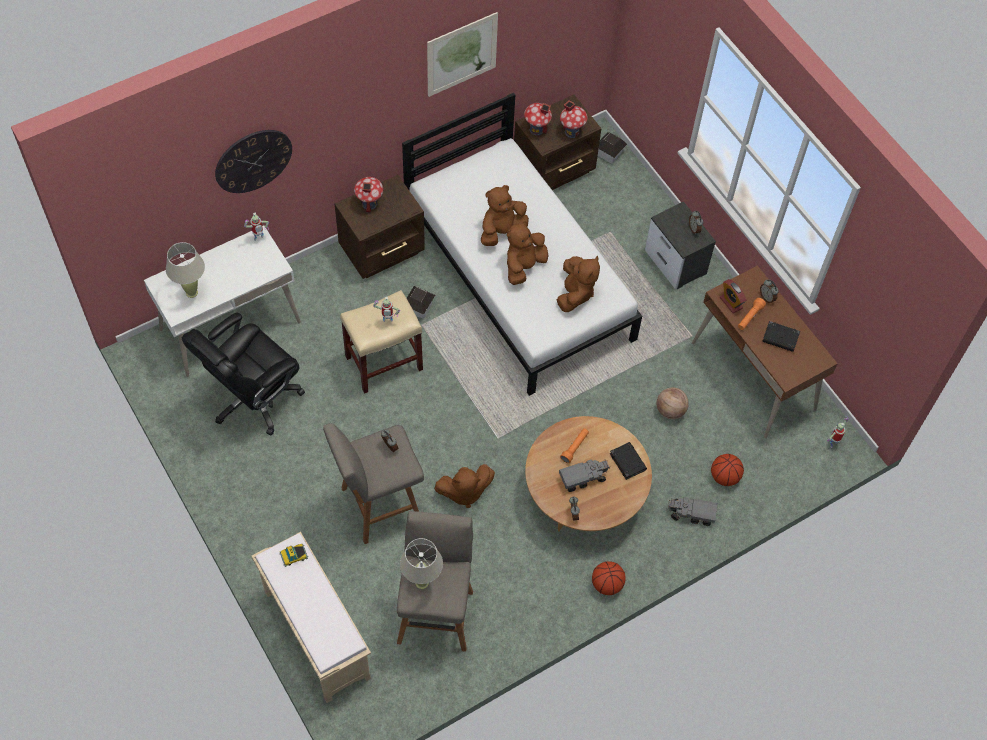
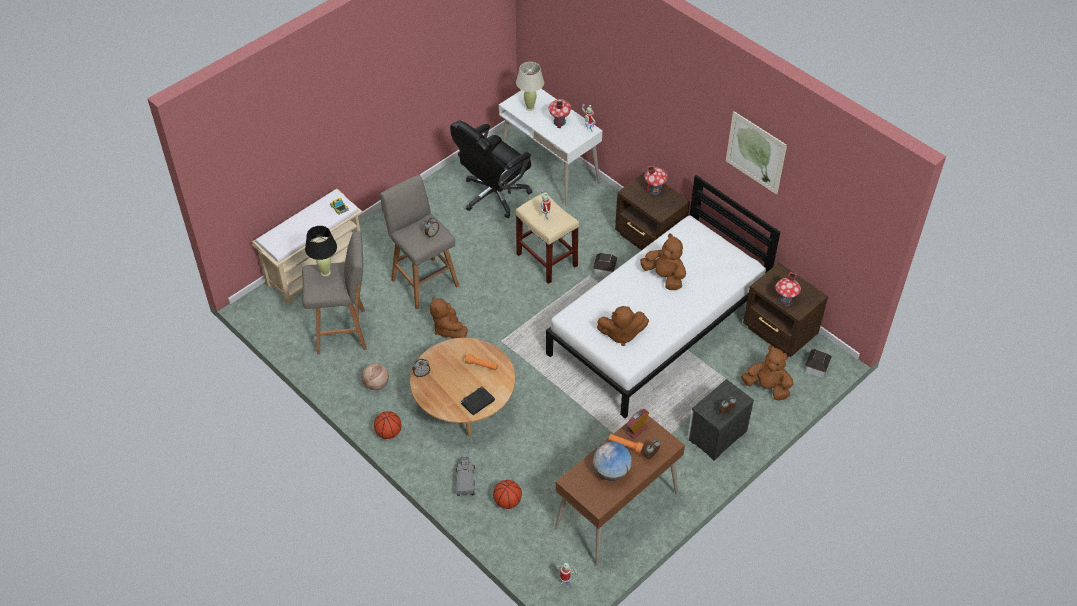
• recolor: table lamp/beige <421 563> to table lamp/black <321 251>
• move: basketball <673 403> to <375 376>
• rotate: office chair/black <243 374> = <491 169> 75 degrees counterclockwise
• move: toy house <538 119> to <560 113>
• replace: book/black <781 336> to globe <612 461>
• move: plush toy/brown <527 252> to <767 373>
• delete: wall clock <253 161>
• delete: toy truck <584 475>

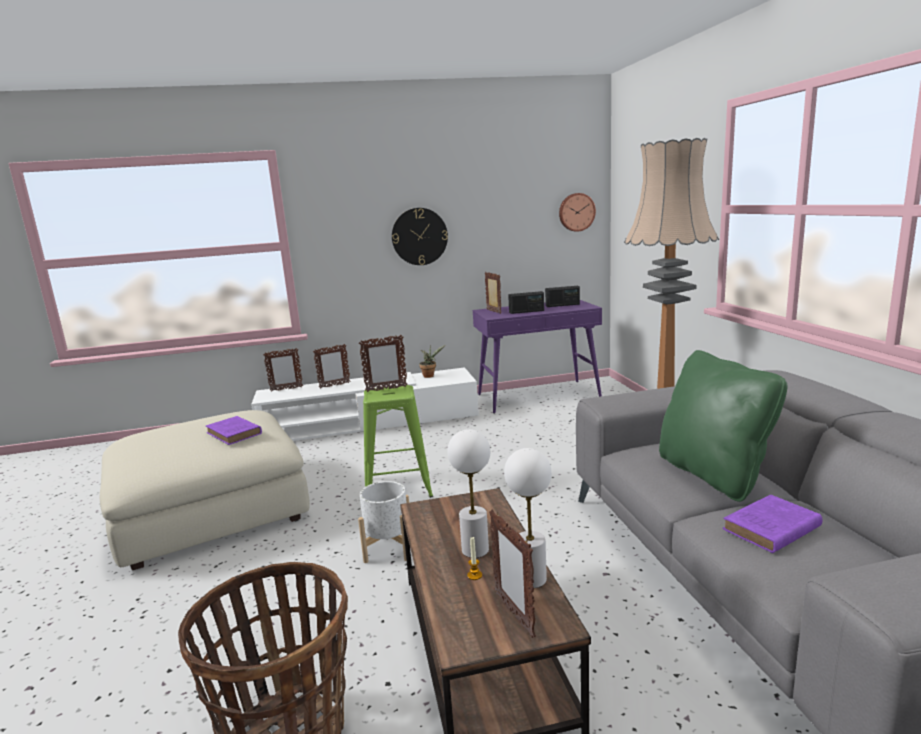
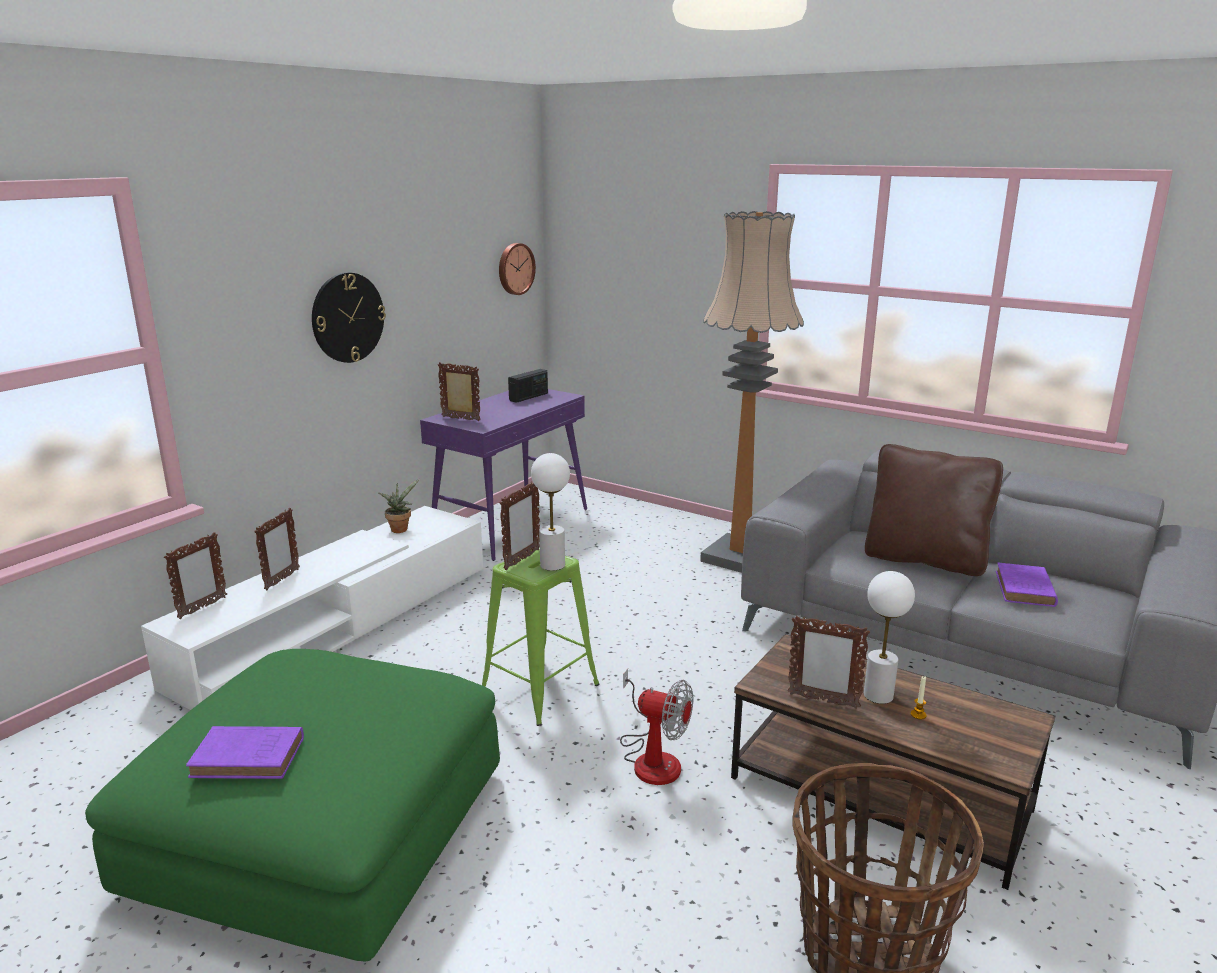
• recolor: ottoman/beige <204 490> to ottoman/green <292 805>
• move: book/purple <234 430> to <245 752>
• move: table lamp/white <528 518> to <550 512>
• replace: planter/white <383 522> to fan <656 727>
• move: picture frame <512 573> to <829 662>
• recolor: pillow/green <723 426> to pillow/brown <934 510>
• delete: radio <526 302>

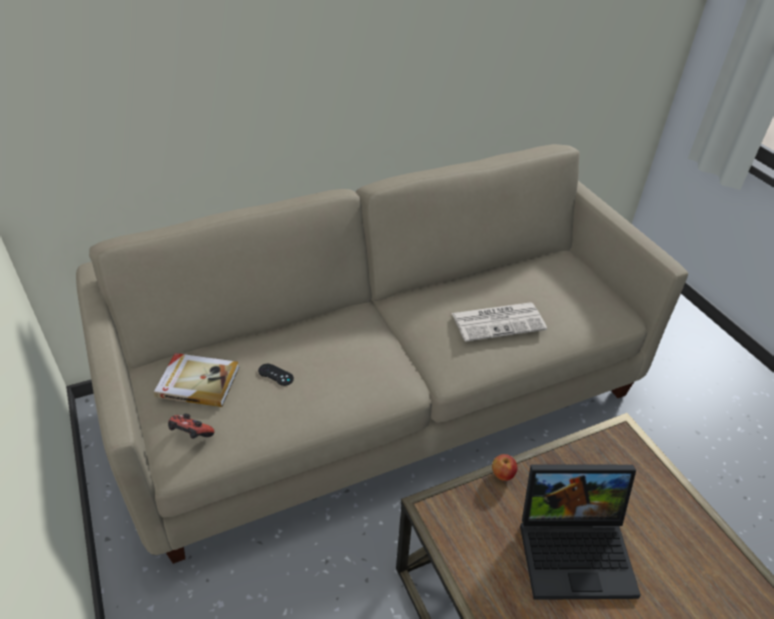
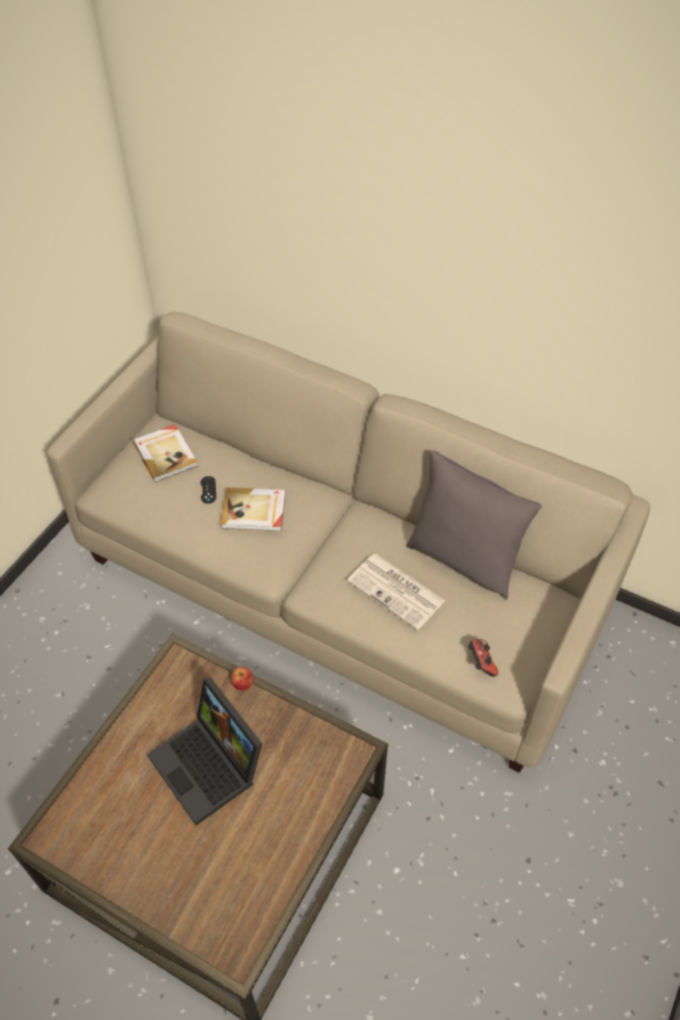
• insert: book <253 509>
• insert: pillow/grey <474 525>
• move: game controller <191 426> to <483 658>

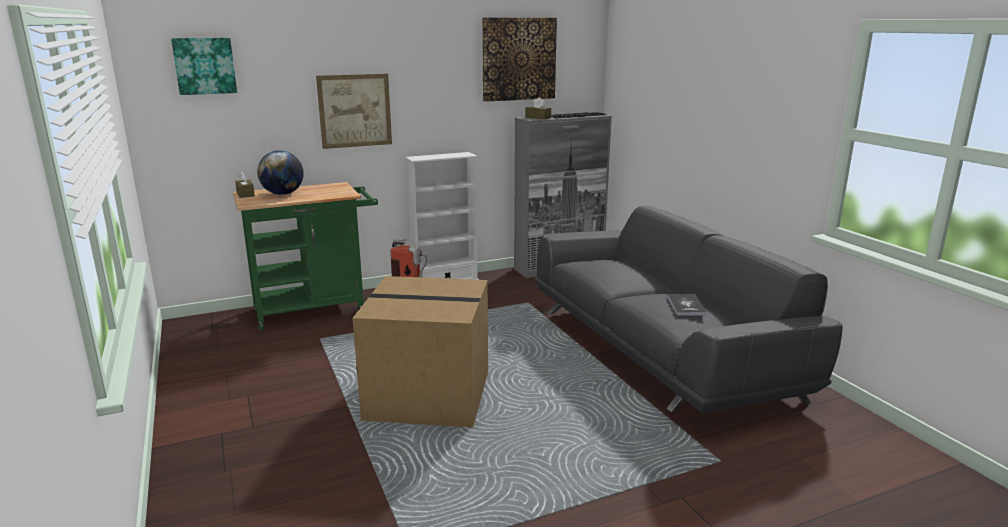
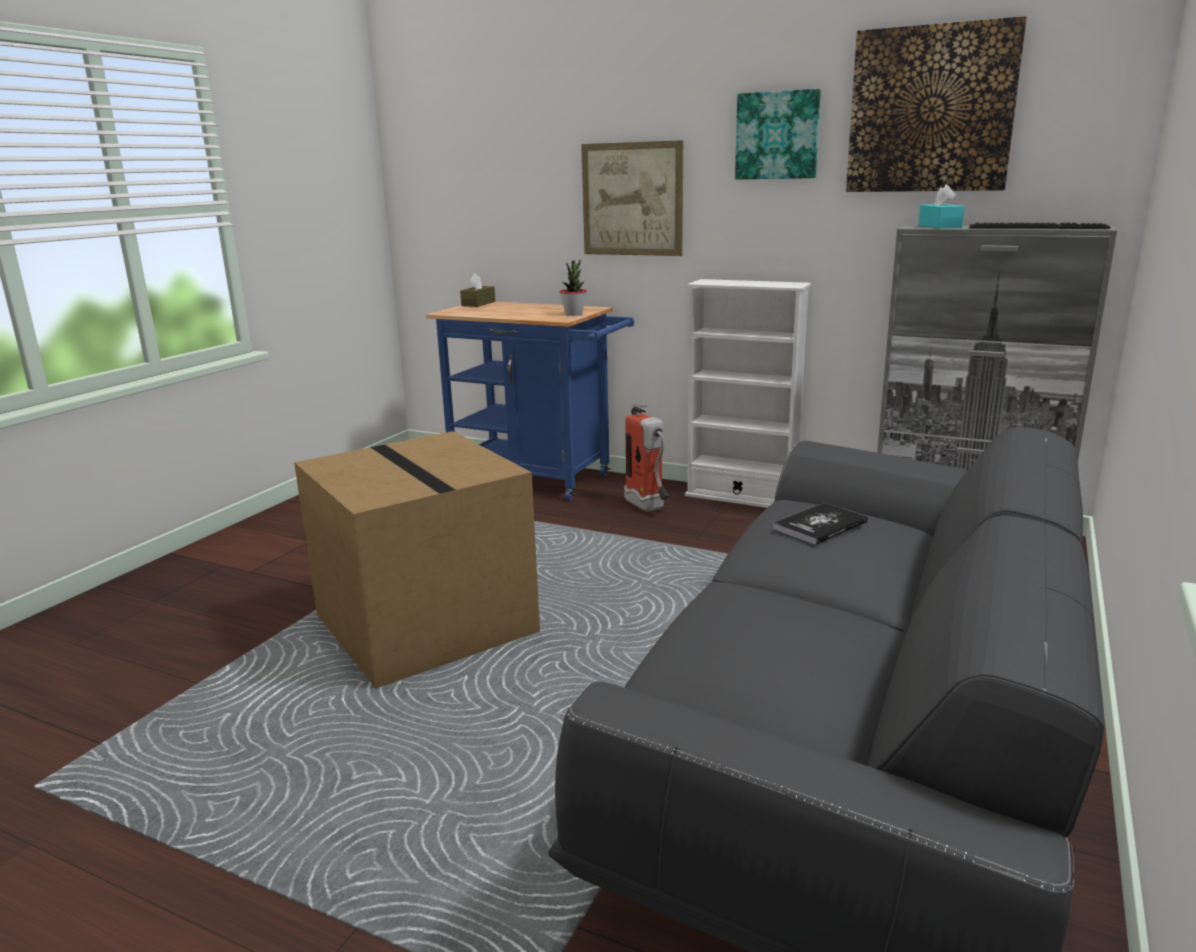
• recolor: cart/green <305 256> to cart/blue <530 401>
• insert: potted plant <573 287>
• move: picture <204 66> to <778 134>
• move: book <687 305> to <820 524>
• recolor: tissue box/brown <538 108> to tissue box/turquoise <941 206>
• delete: globe <280 172>

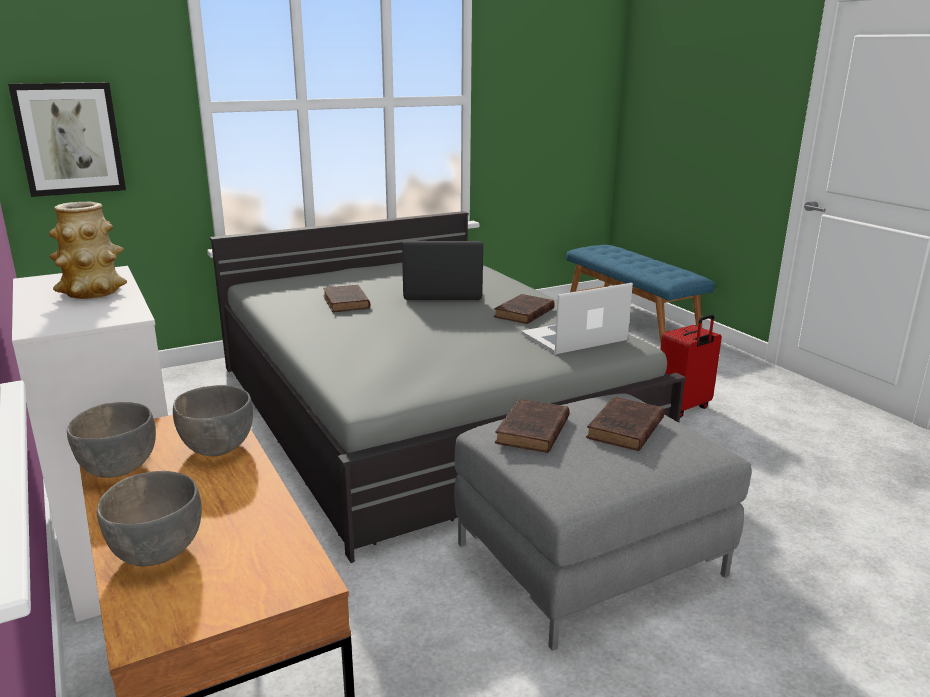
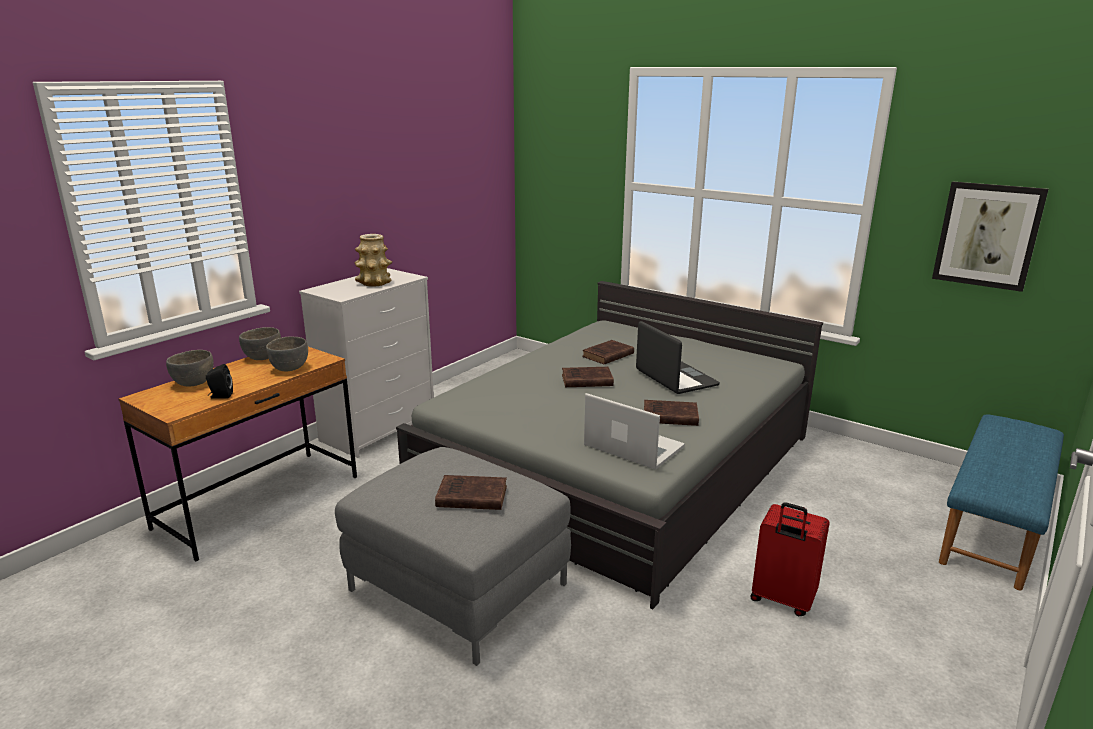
• insert: speaker/black <219 381>
• move: book/brown <532 426> to <588 377>
• move: picture <67 139> to <990 237>

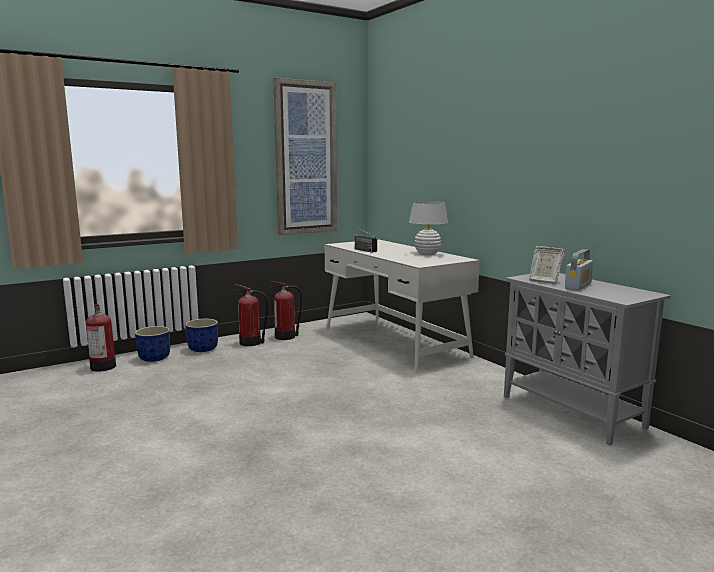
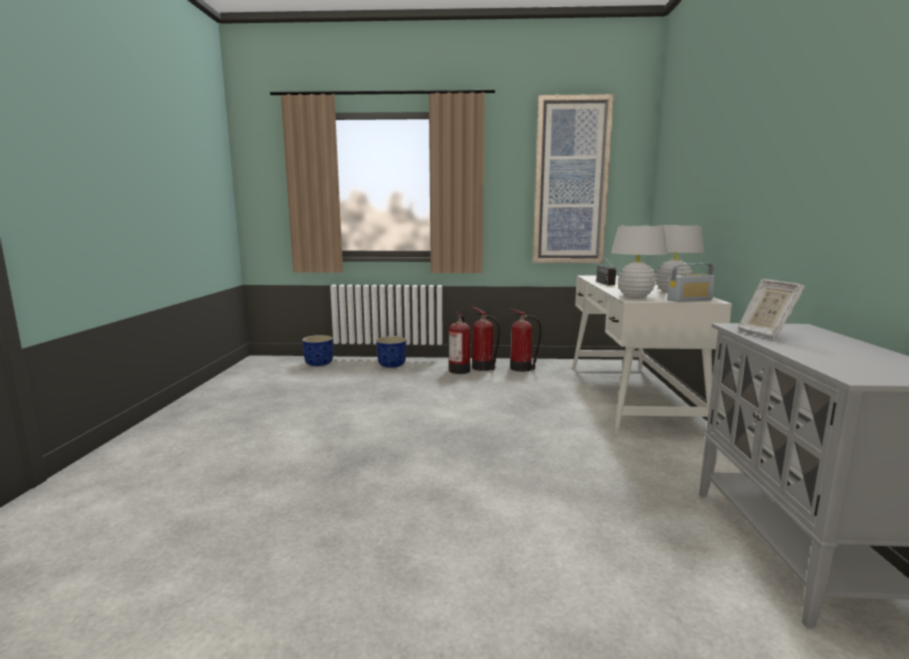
• move: planter/blue <201 335> to <317 350>
• move: fire extinguisher <101 338> to <459 343>
• insert: table lamp/white <639 262>
• move: radio <579 270> to <691 282>

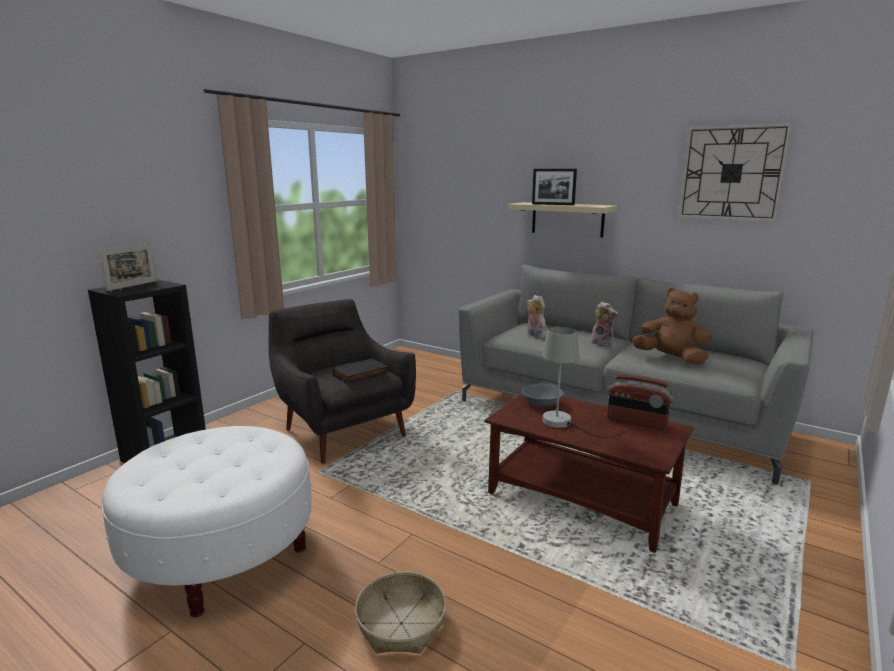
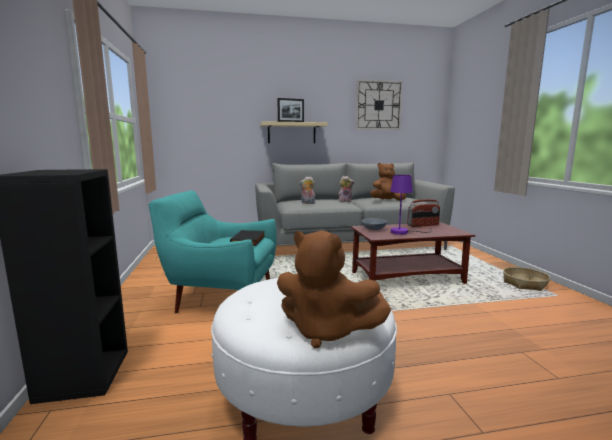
• recolor: armchair/grey <342 381> to armchair/turquoise <213 251>
• insert: plush toy/brown <334 289>
• recolor: table lamp/grey <583 382> to table lamp/purple <411 205>
• move: basket <400 613> to <526 279>
• delete: picture frame <128 267>

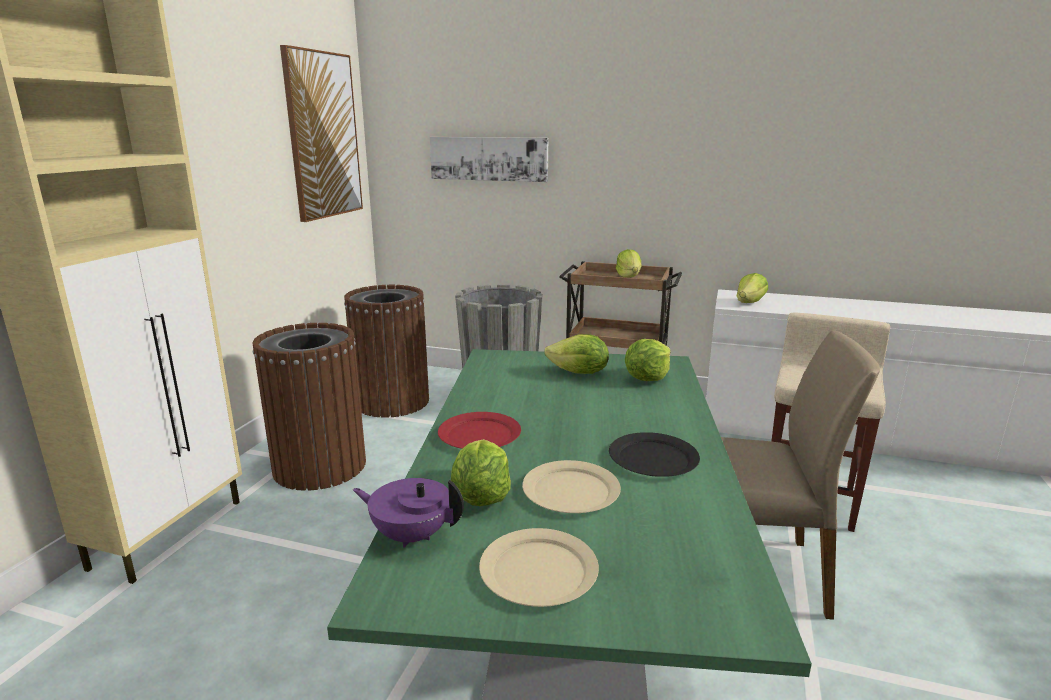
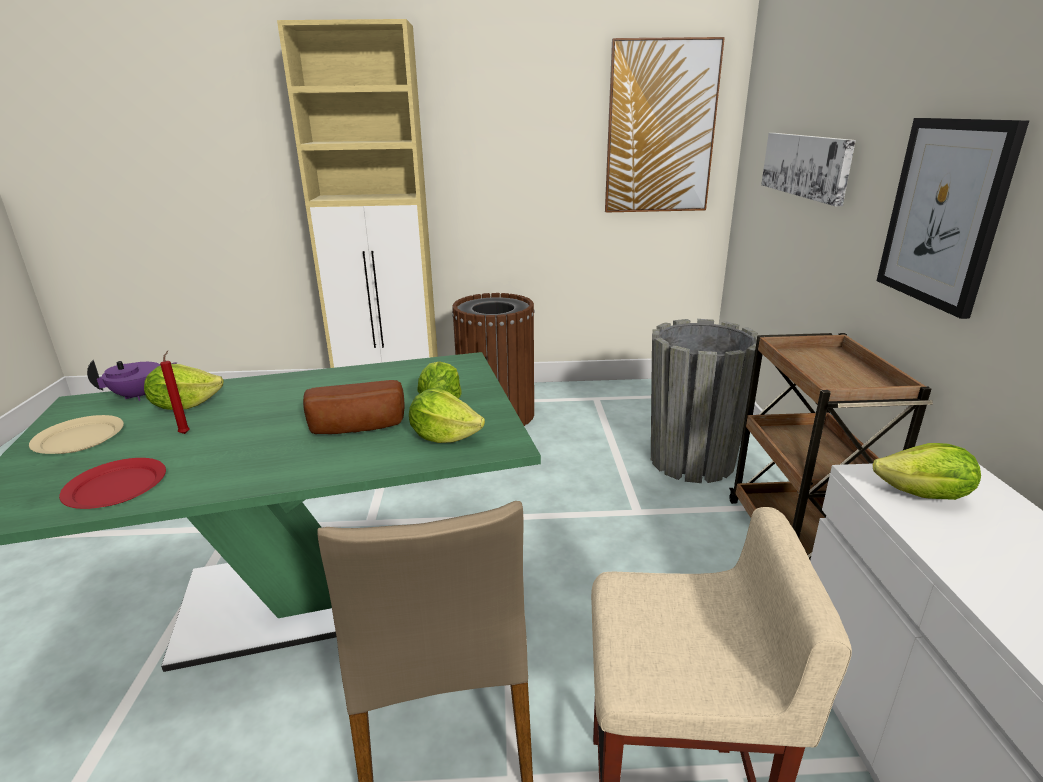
• move: plate/red <479 430> to <112 483>
• rotate: teapot/purple <408 513> = <132 380> 60 degrees clockwise
• replace: plate/beige <571 486> to candle/red <175 392>
• insert: bread <354 407>
• insert: picture <953 218>
• delete: trash can/brown <386 351>
• delete: plate/black <654 454>
• delete: lettuce <629 263>

